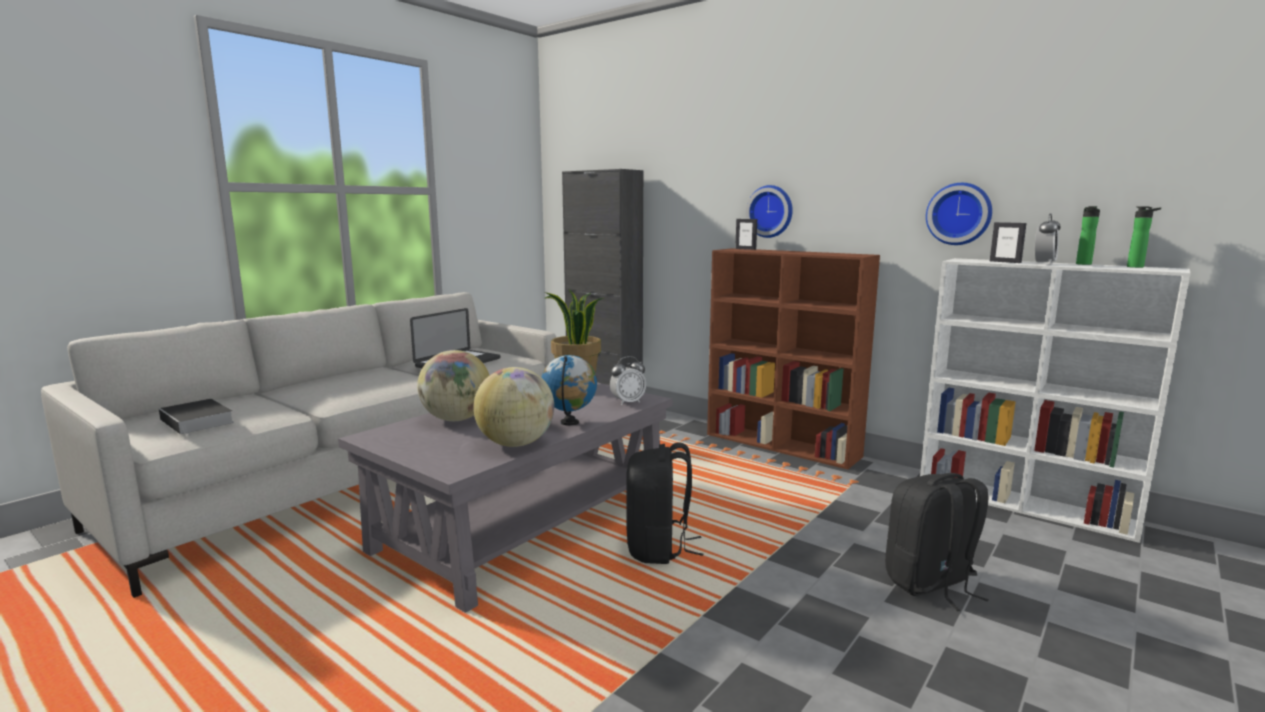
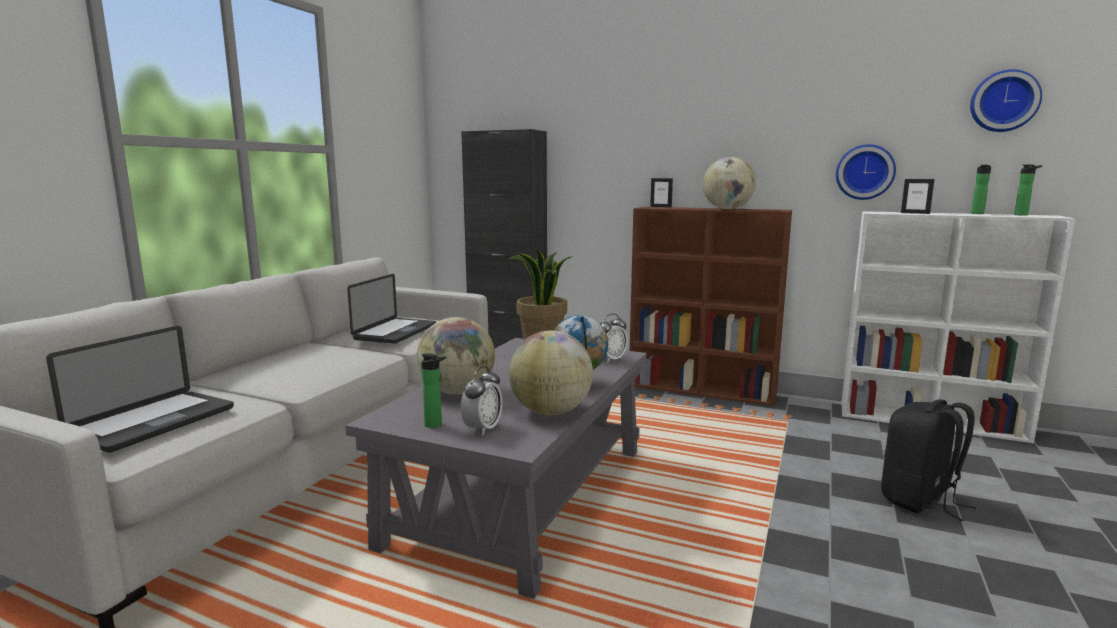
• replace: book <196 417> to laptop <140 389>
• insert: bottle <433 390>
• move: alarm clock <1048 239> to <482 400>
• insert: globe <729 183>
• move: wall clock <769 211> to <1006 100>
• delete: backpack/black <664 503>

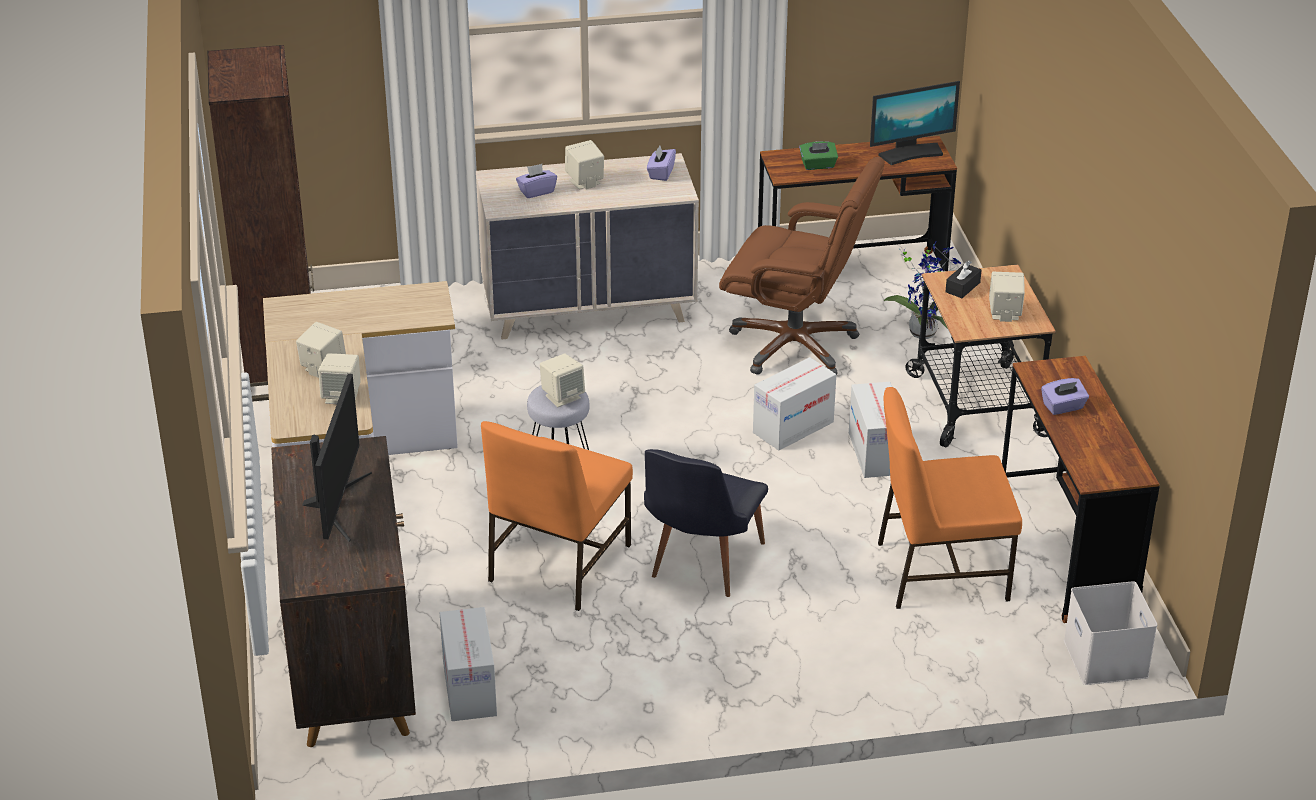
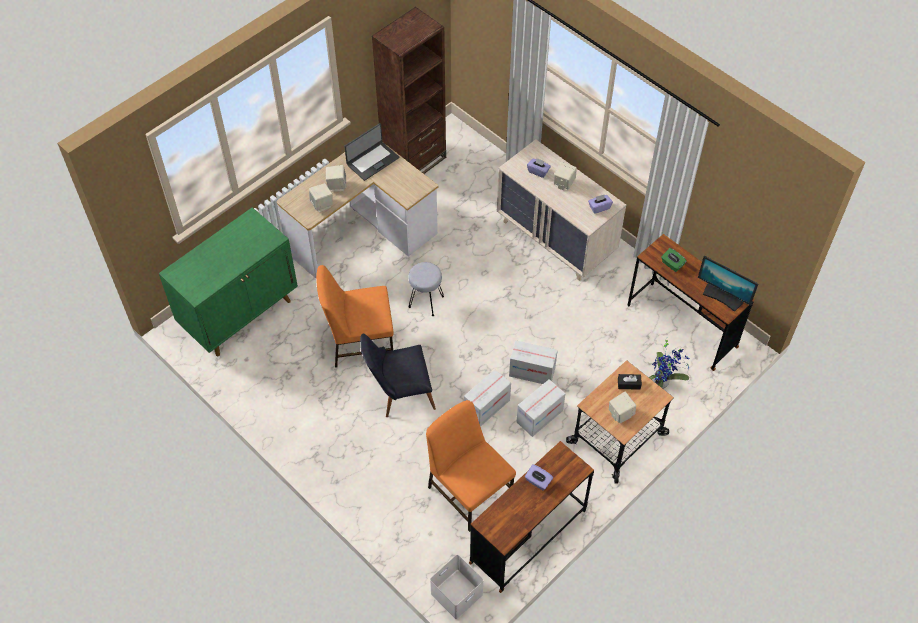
• recolor: cabinet/brown <343 591> to cabinet/green <228 282>
• insert: laptop <371 152>
• move: cardboard box <468 664> to <487 398>
• delete: monitor <337 458>
• delete: speaker/beige <562 380>
• delete: office chair/brown <802 266>

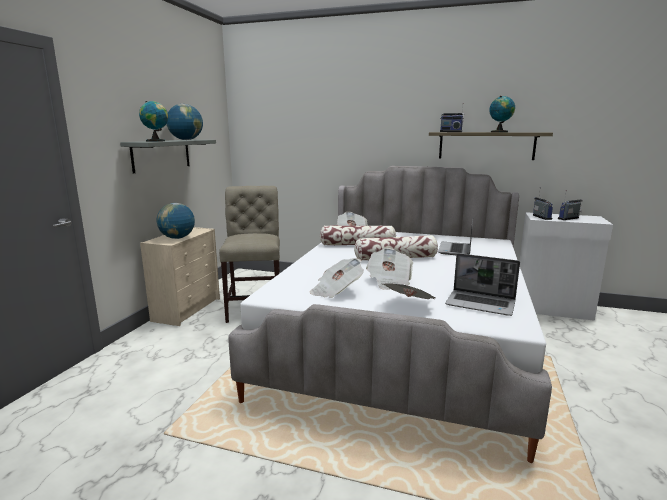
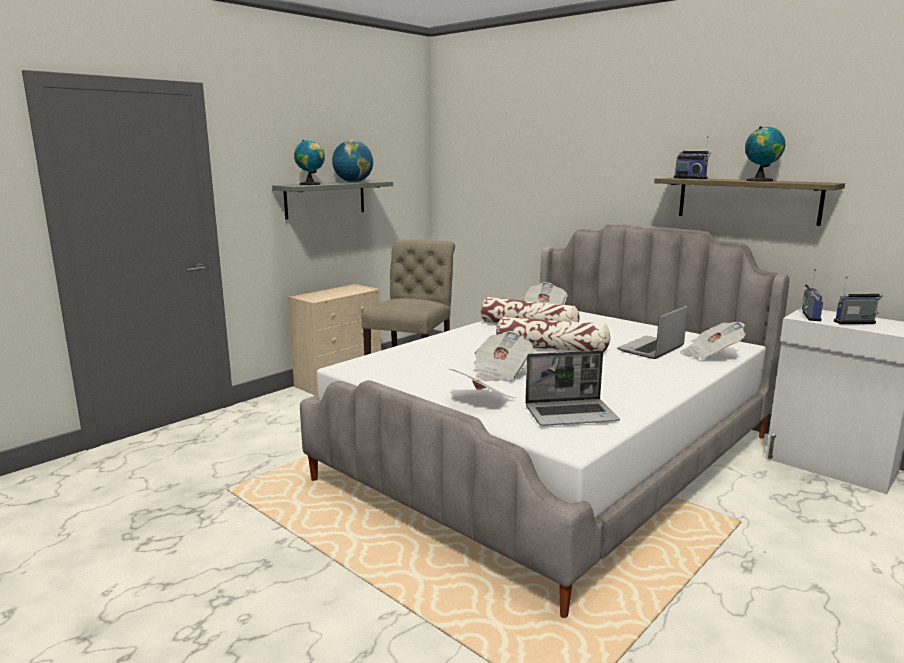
• rotate: laptop <482 284> = <572 388> 60 degrees counterclockwise
• move: newspaper <337 278> to <712 340>
• delete: globe <176 221>

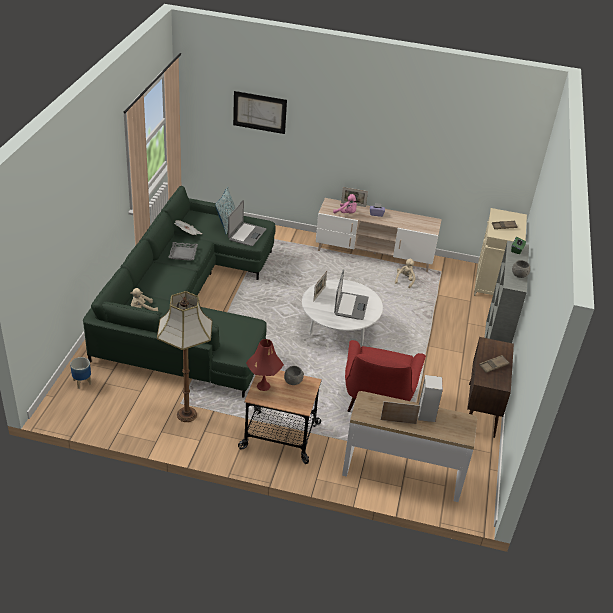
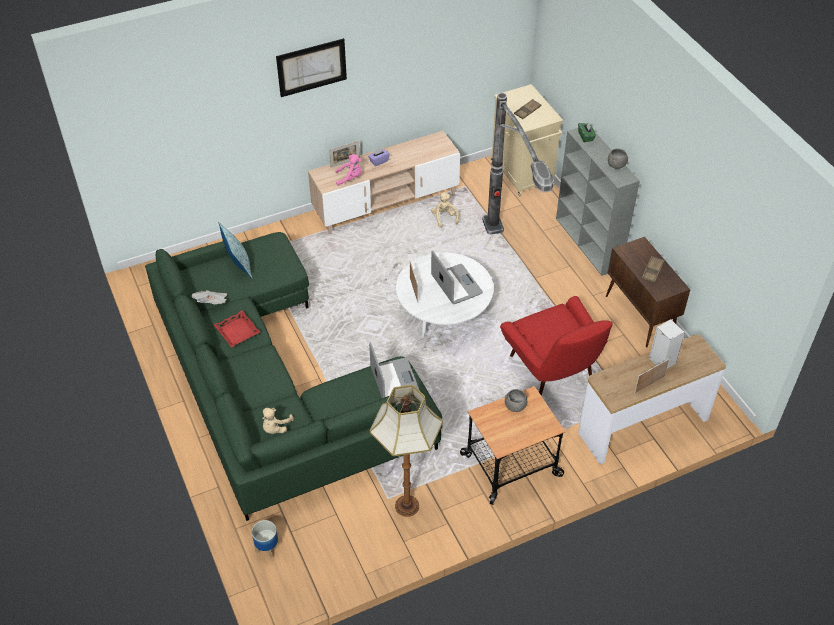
• recolor: tray/grey <183 251> to tray/red <237 328>
• move: picture <260 112> to <311 67>
• move: laptop <247 223> to <394 370>
• insert: floor lamp <517 164>
• delete: table lamp/red <265 365>

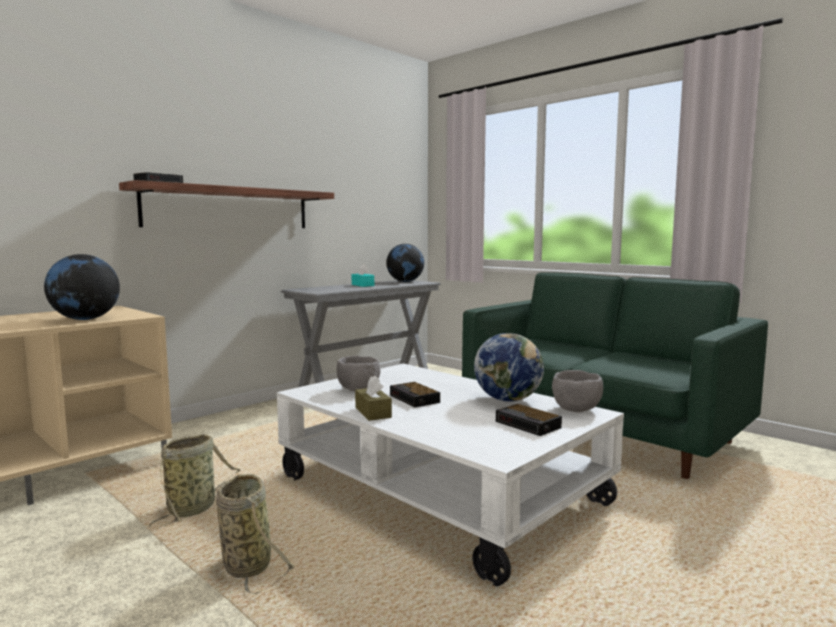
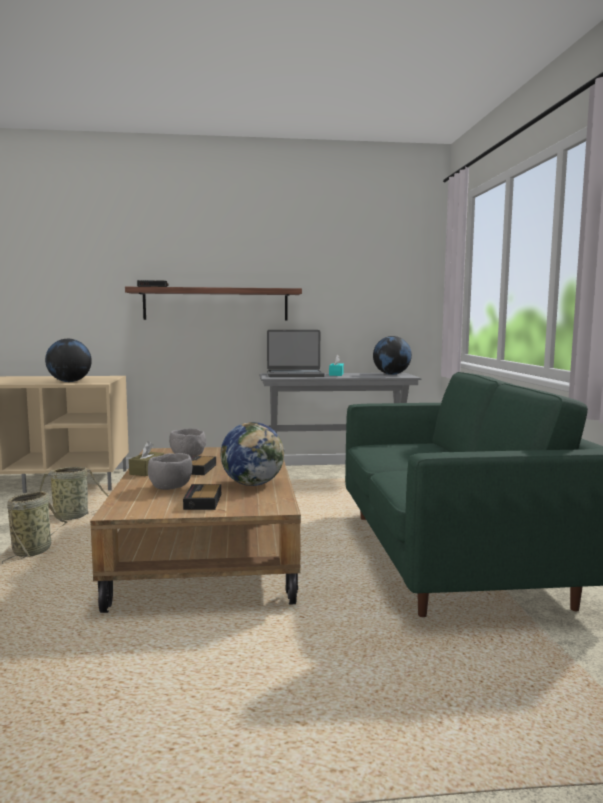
• recolor: coffee table/white <450 475> to coffee table/brown <195 530>
• move: bowl/grey <577 391> to <170 471>
• insert: laptop <296 353>

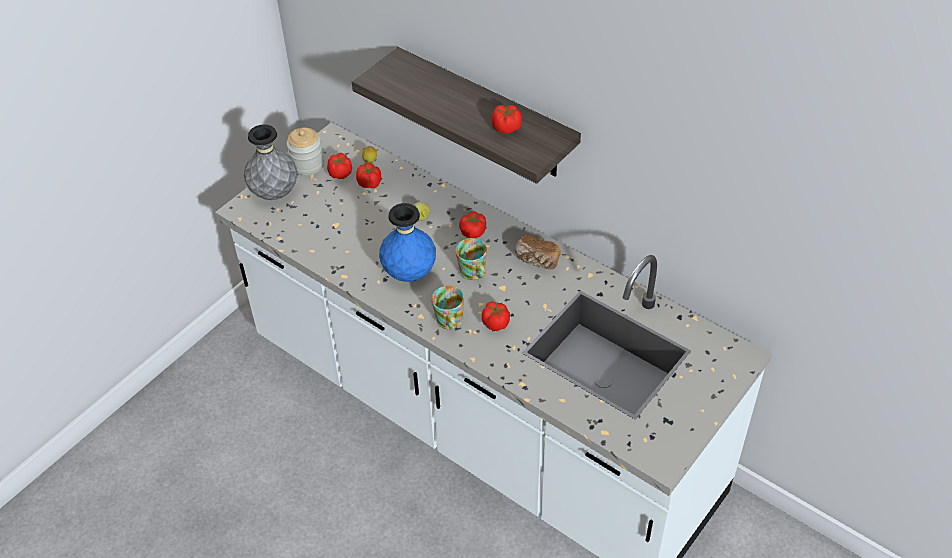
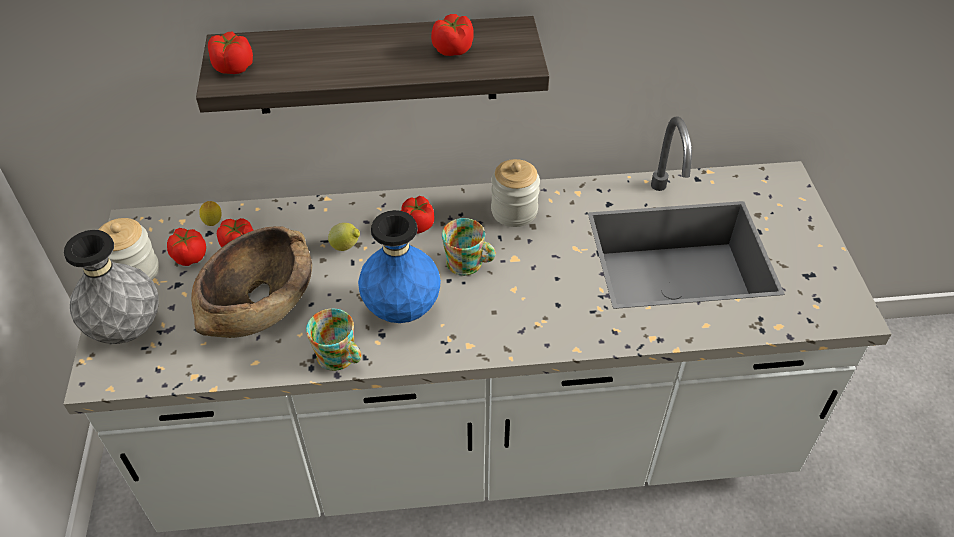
• insert: bowl/brown <251 282>
• move: tomato <496 316> to <230 52>
• move: mug <447 308> to <334 339>
• replace: bread <538 251> to jar <515 193>

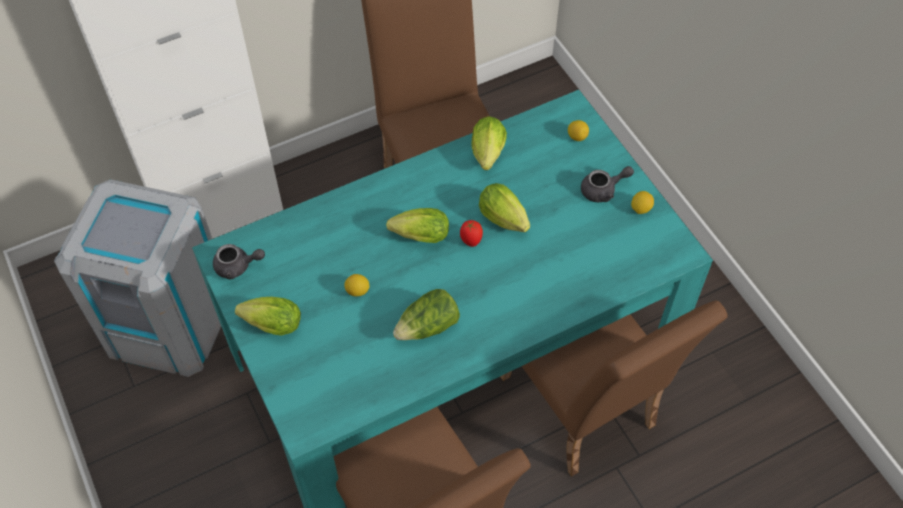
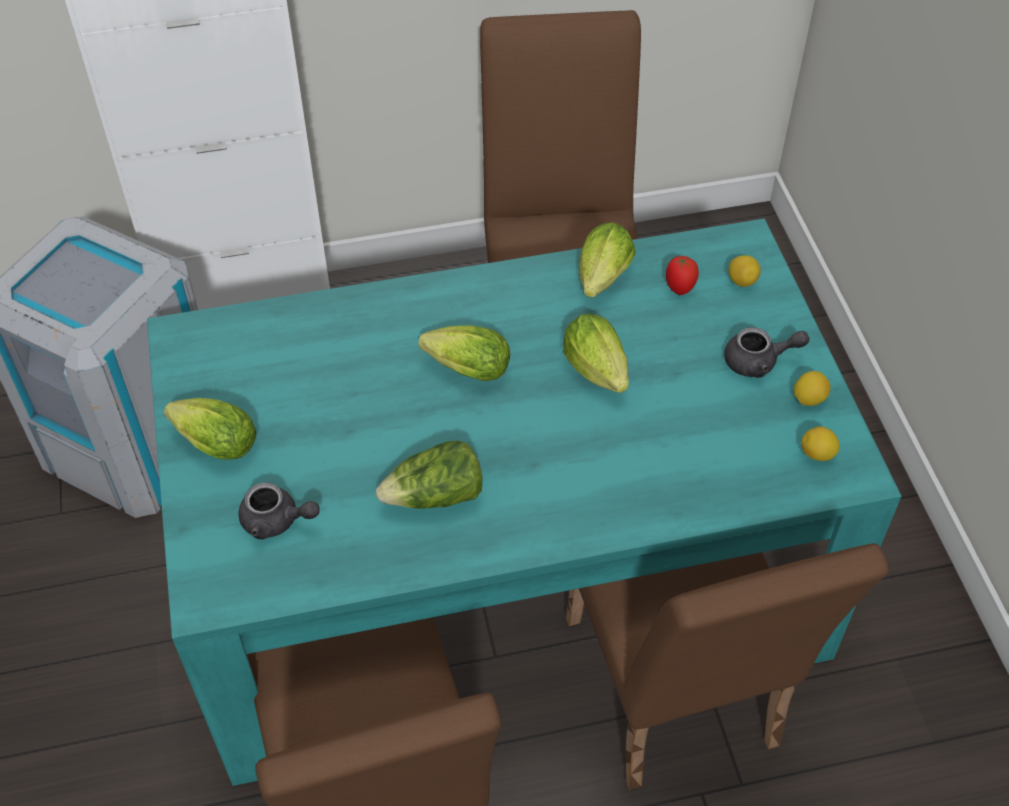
• move: teapot/grey <239 261> to <279 511>
• move: tomato <471 233> to <682 275>
• move: lemon <357 285> to <820 443>

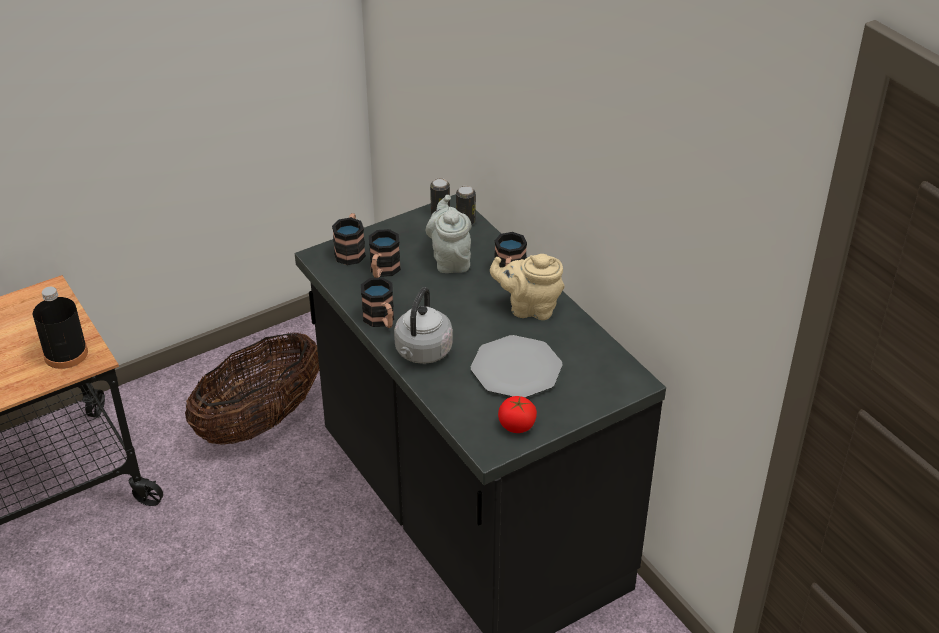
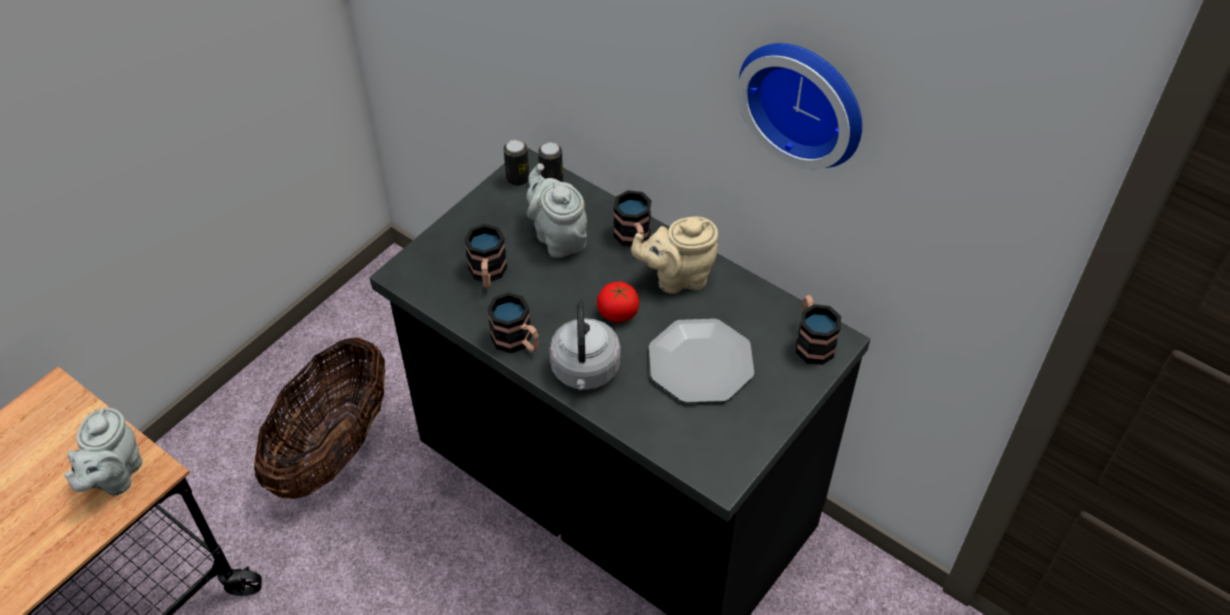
• replace: bottle/black <60 328> to teapot/grey <103 452>
• move: tomato <517 414> to <618 302>
• insert: wall clock <799 106>
• move: mug <349 239> to <818 330>

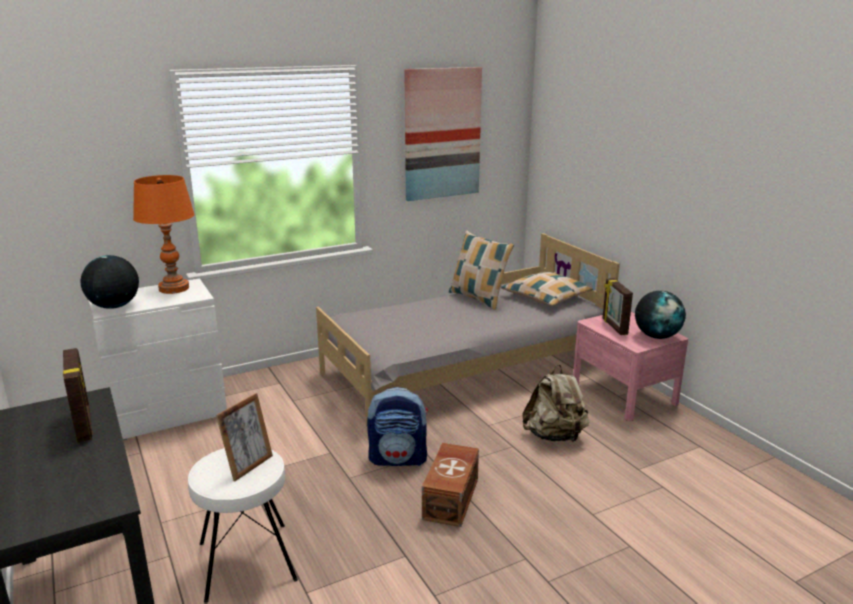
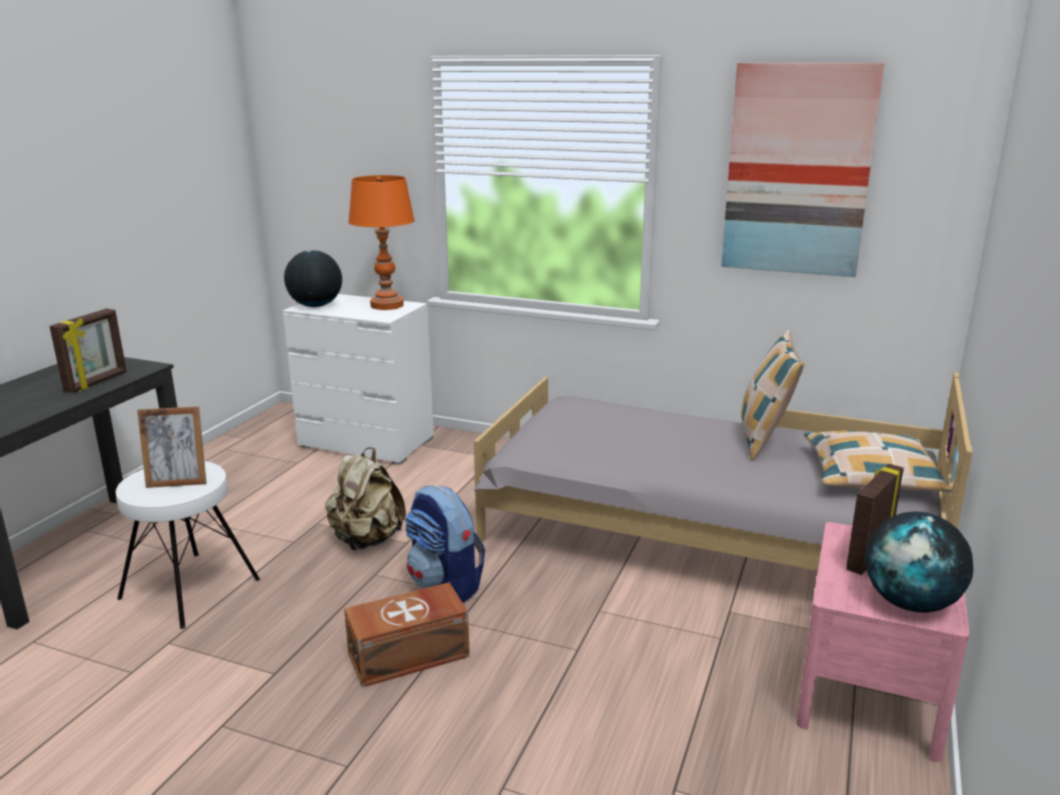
• move: backpack/beige <555 403> to <365 498>

